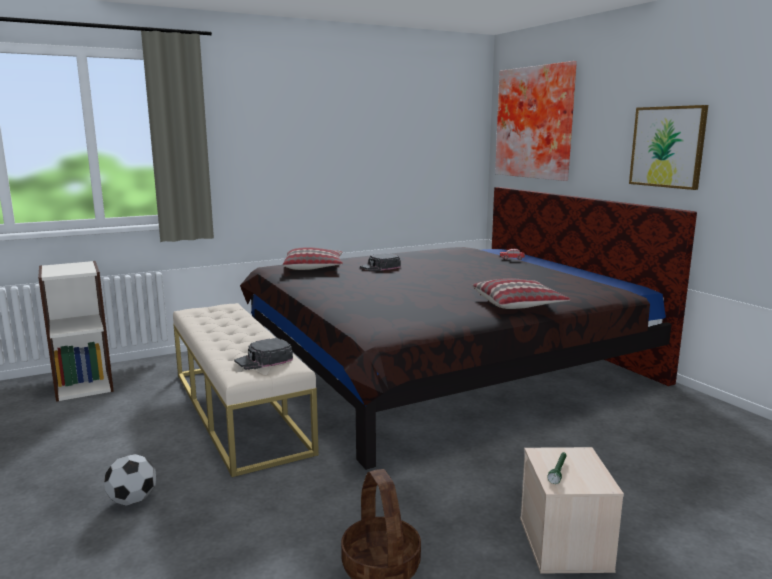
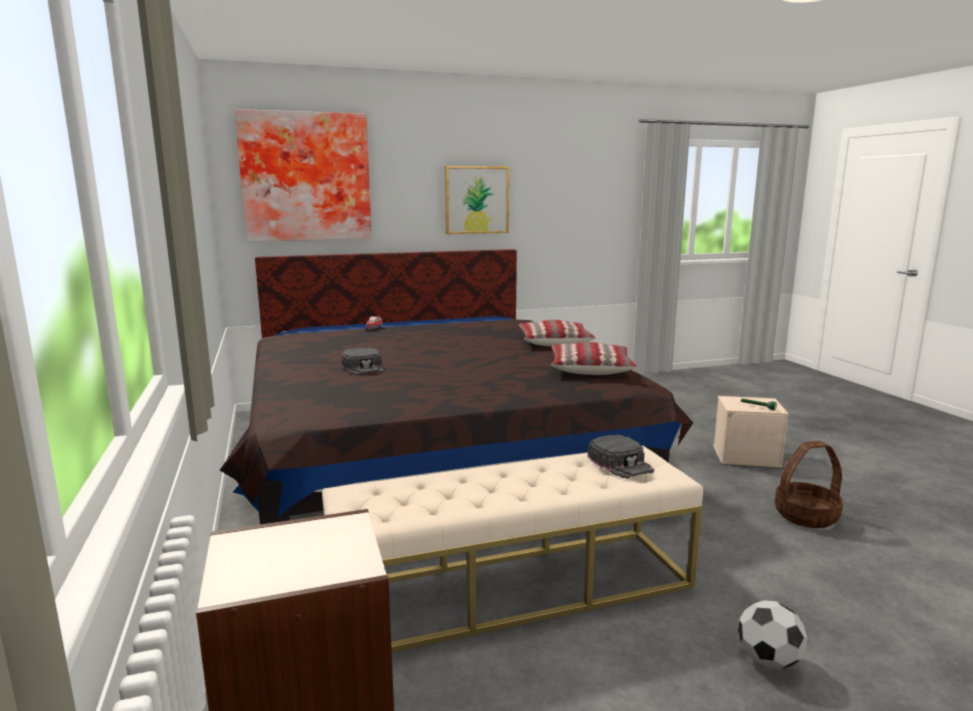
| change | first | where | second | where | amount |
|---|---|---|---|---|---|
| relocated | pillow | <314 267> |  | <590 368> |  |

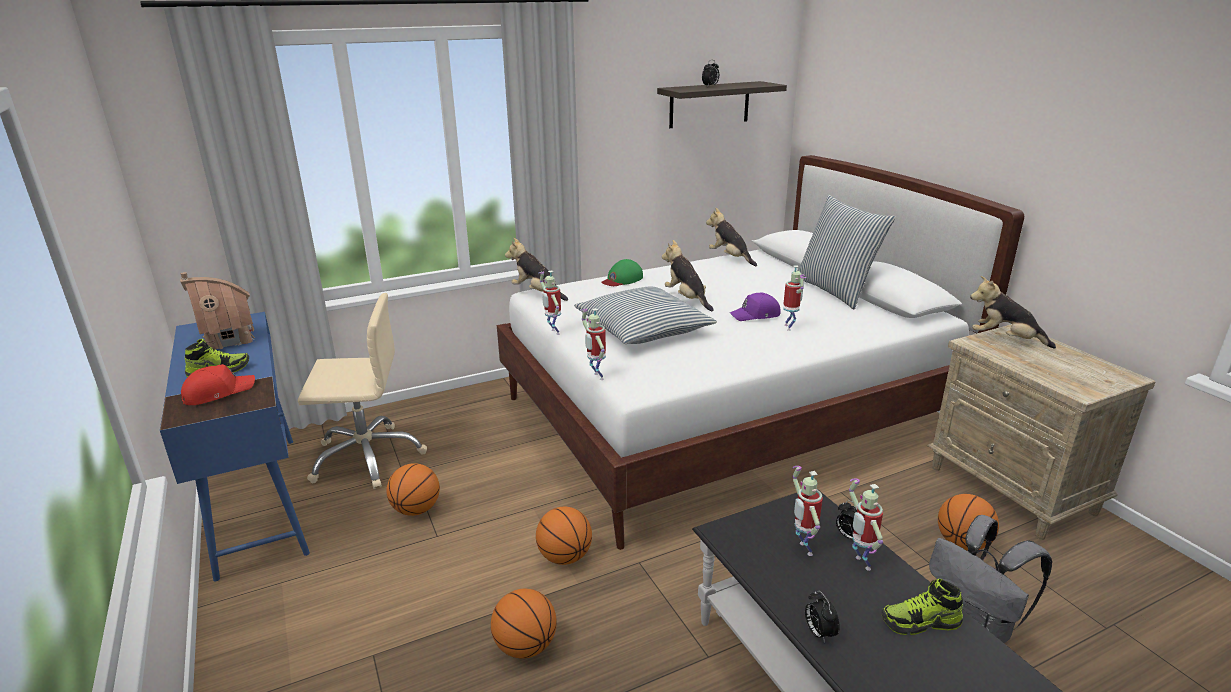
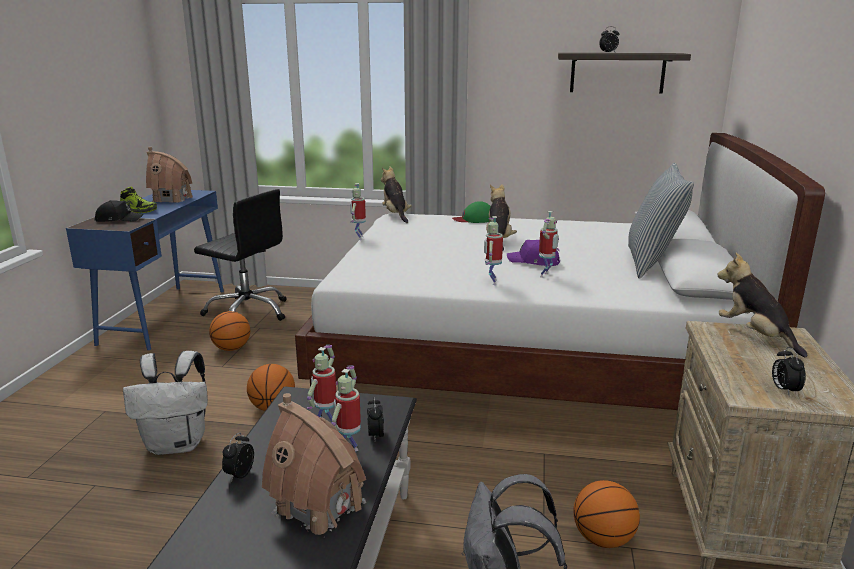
| change | first | where | second | where | amount |
|---|---|---|---|---|---|
| missing | plush toy | <730 258> |  |  |  |
| missing | pillow | <643 329> |  |  |  |
| colour | beige office chair | <367 457> | black office chair | <248 312> |  |
| relocated | toy robot | <596 377> |  | <492 282> |  |
| colour | red cap | <218 392> | black cap | <118 219> |  |
| exchanged | shoe | <920 622> | toy house | <319 506> |  |
| exchanged | basketball | <525 646> | white backpack | <178 444> |  |
| appeared |  |  | alarm clock | <784 390> |  |

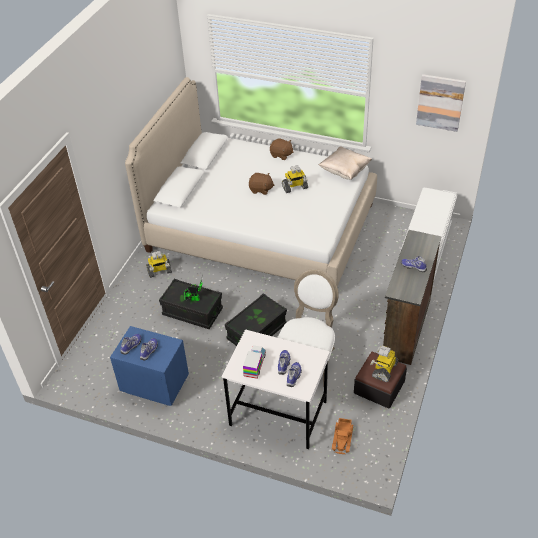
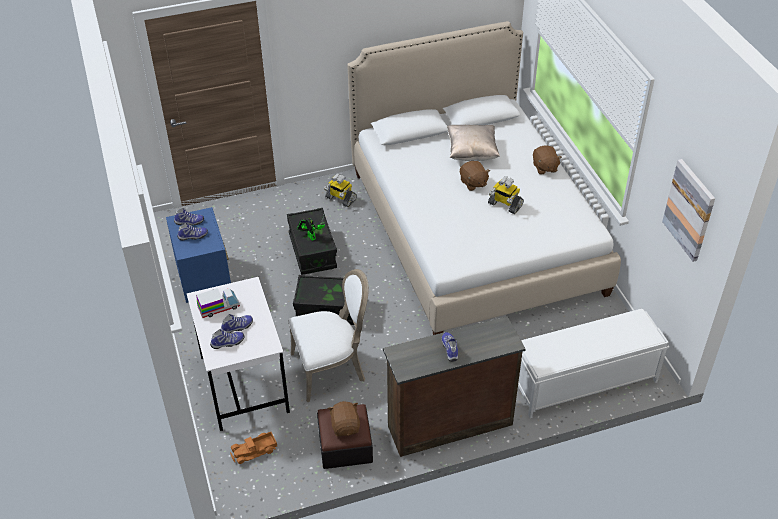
| change | first | where | second | where | amount |
|---|---|---|---|---|---|
| relocated | beige pillow | <344 171> |  | <472 152> |  |
| exchanged | toy robot | <384 369> | brown plush toy | <345 426> |  |

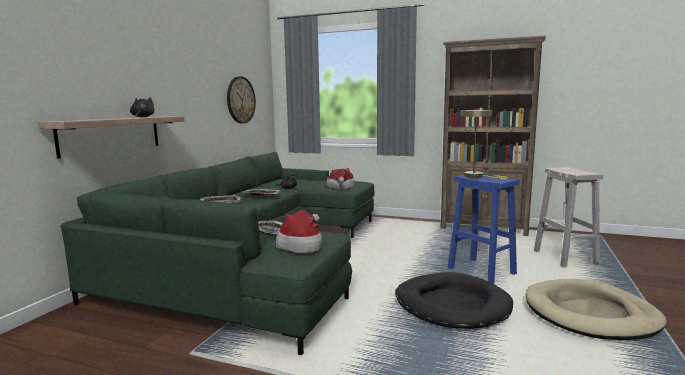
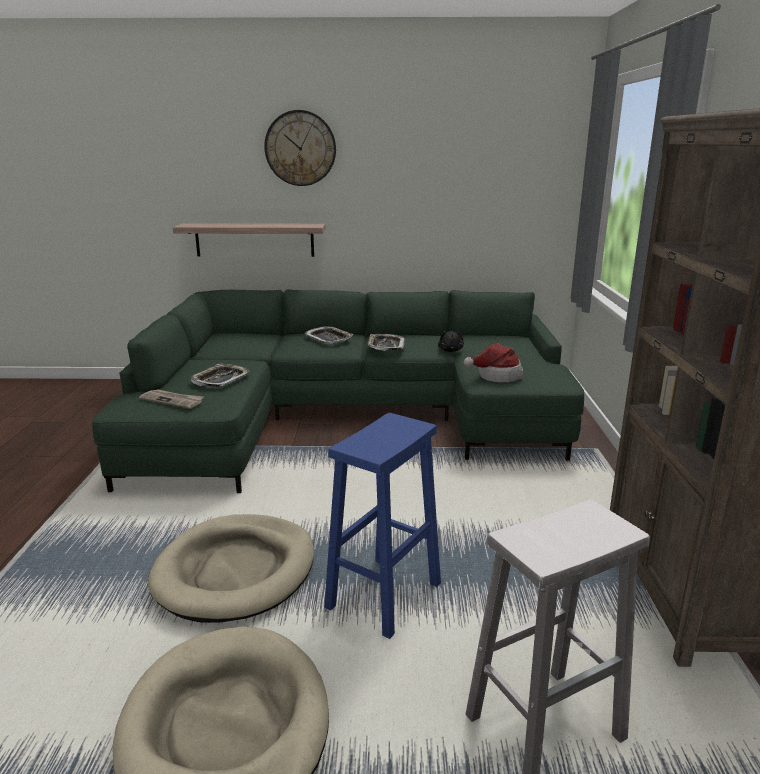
| change | first | where | second | where | amount |
|---|---|---|---|---|---|
| relocated | wall clock | <240 100> |  | <300 148> |  |
| missing | black plush toy | <142 117> |  |  |  |
| missing | beige table lamp | <477 176> |  |  |  |
| exchanged | hat | <302 245> | newspaper | <172 400> |  |
| colour | black dog bed | <451 305> | beige dog bed | <236 571> |  |

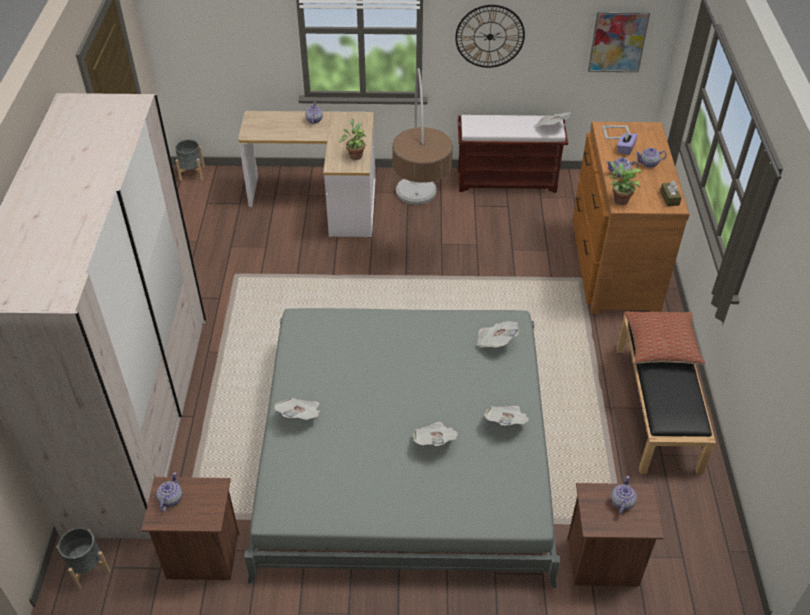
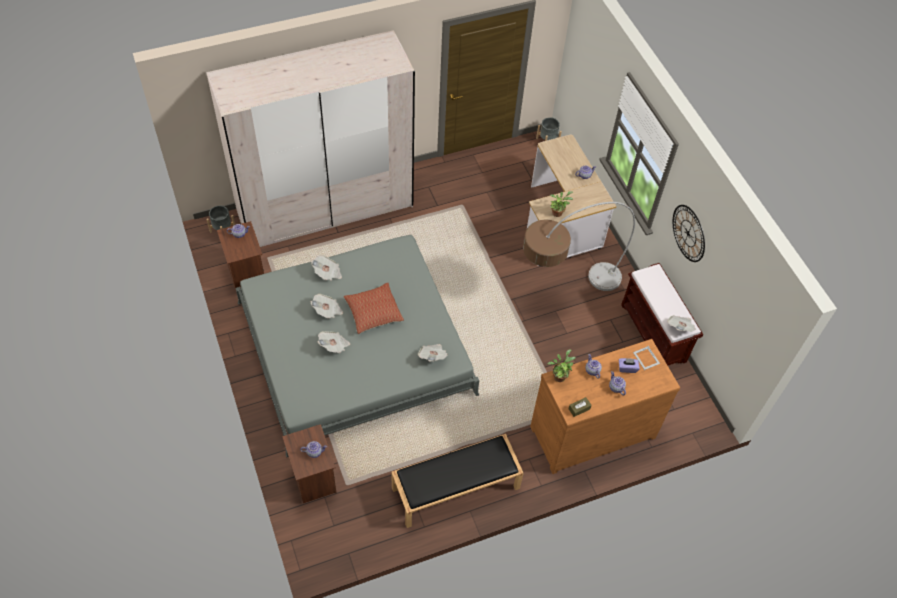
| change | first | where | second | where | amount |
|---|---|---|---|---|---|
| missing | picture | <618 41> |  |  |  |
| relocated | pillow | <661 345> |  | <373 312> |  |
| relocated | newspaper | <506 422> |  | <327 311> |  |

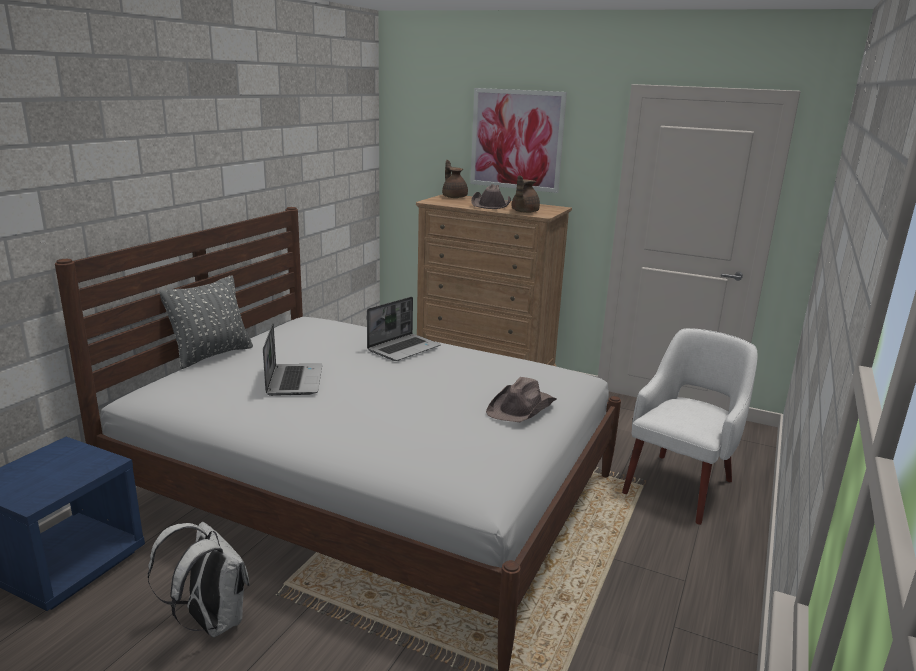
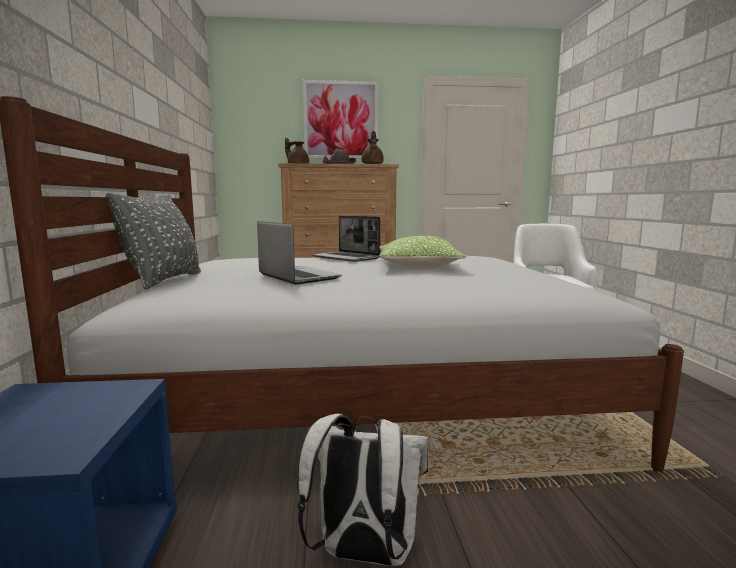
| change | first | where | second | where | amount |
|---|---|---|---|---|---|
| spun | laptop | <404 348> |  | <347 258> | 120 degrees clockwise |
| missing | brown hat | <522 408> |  |  |  |
| appeared |  |  | pillow | <418 266> |  |

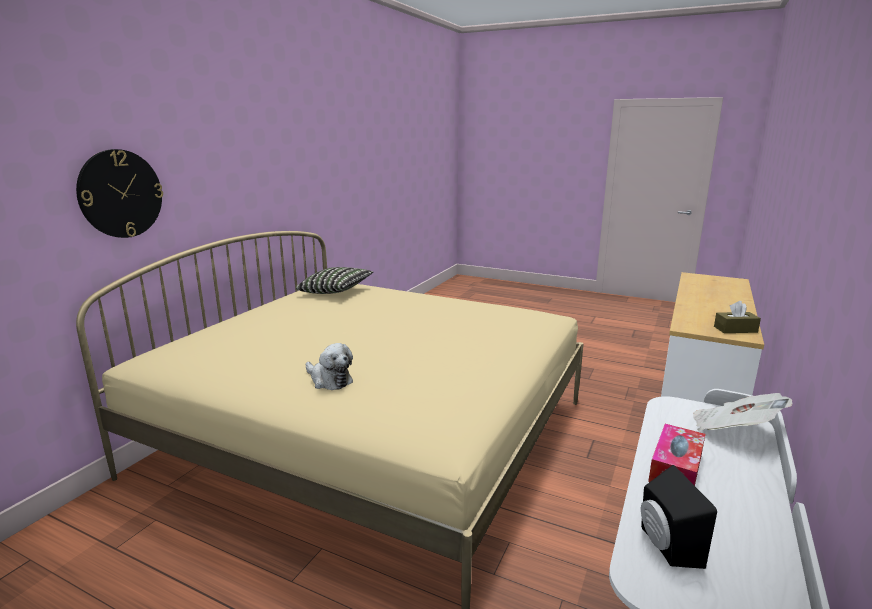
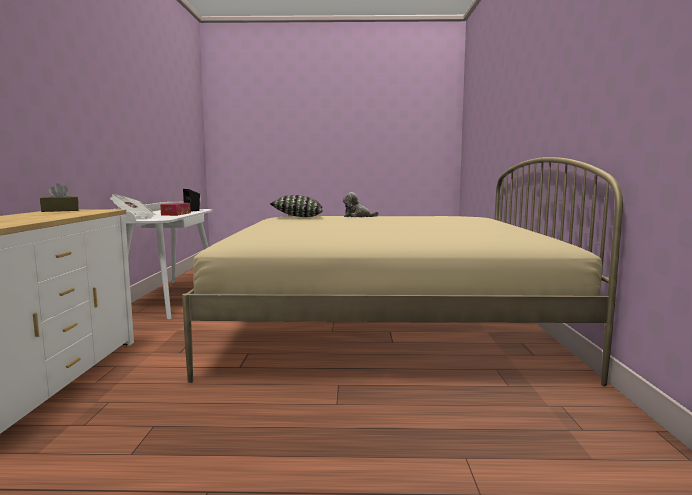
| change | first | where | second | where | amount |
|---|---|---|---|---|---|
| missing | wall clock | <120 194> |  |  |  |
| relocated | pillow | <336 292> |  | <297 217> |  |

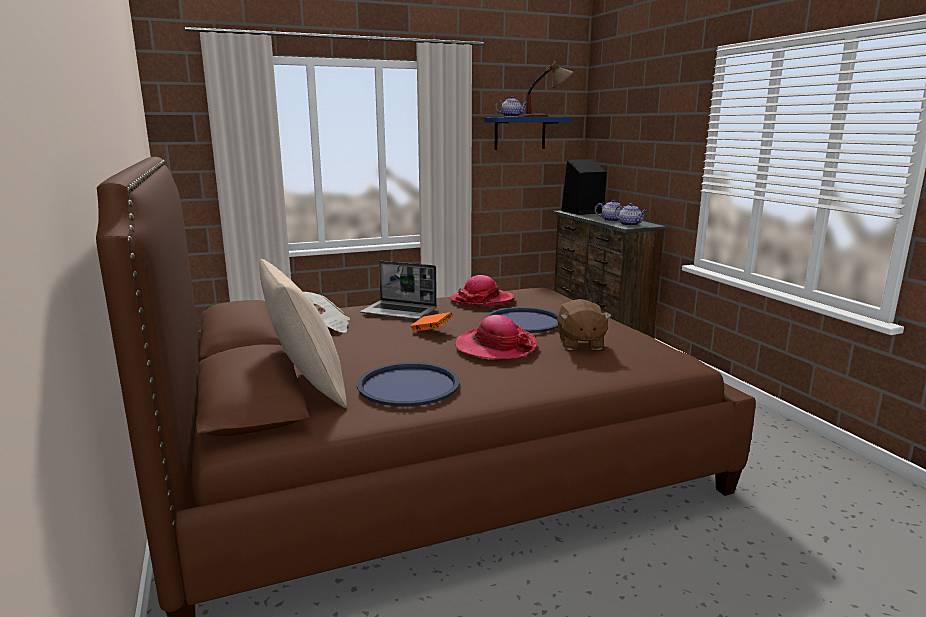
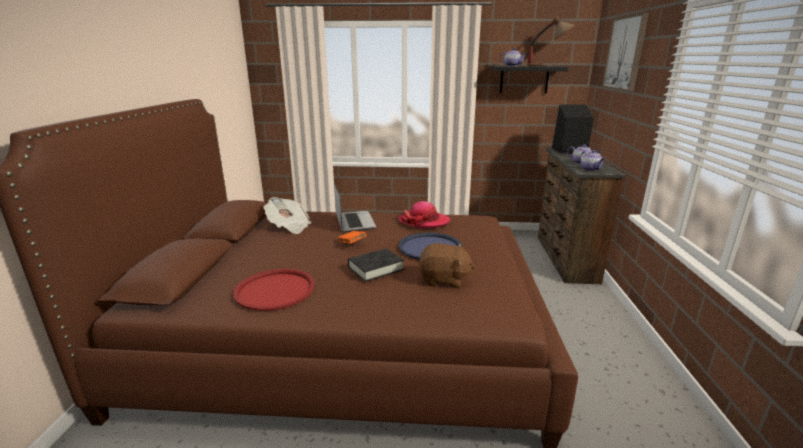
| change | first | where | second | where | amount |
|---|---|---|---|---|---|
| colour | blue shelf | <520 133> | black shelf | <524 79> |  |
| missing | beige pillow | <306 387> |  |  |  |
| spun | laptop | <400 311> |  | <354 222> | 150 degrees counterclockwise |
| spun | brown plush toy | <580 344> |  | <444 279> | 105 degrees counterclockwise |
| exchanged | hat | <496 346> | black book | <376 268> |  |
| colour | blue tray | <408 385> | red tray | <275 290> |  |
| appeared |  |  | picture | <625 53> |  |

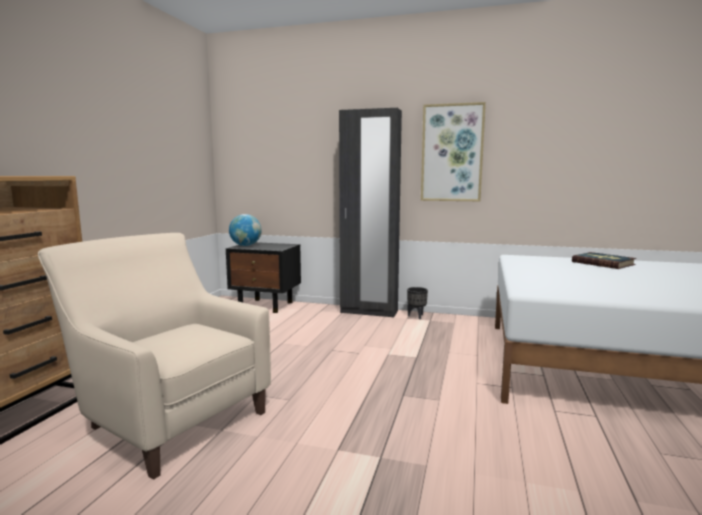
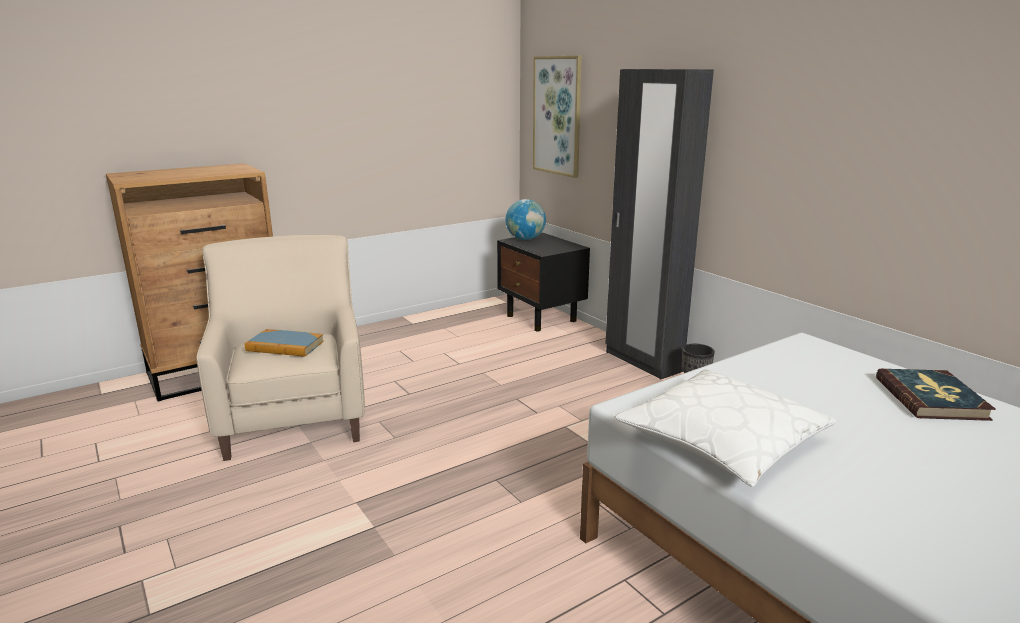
| change | first | where | second | where | amount |
|---|---|---|---|---|---|
| relocated | picture | <452 153> |  | <557 116> |  |
| appeared |  |  | book | <285 346> |  |
| appeared |  |  | white pillow | <722 440> |  |

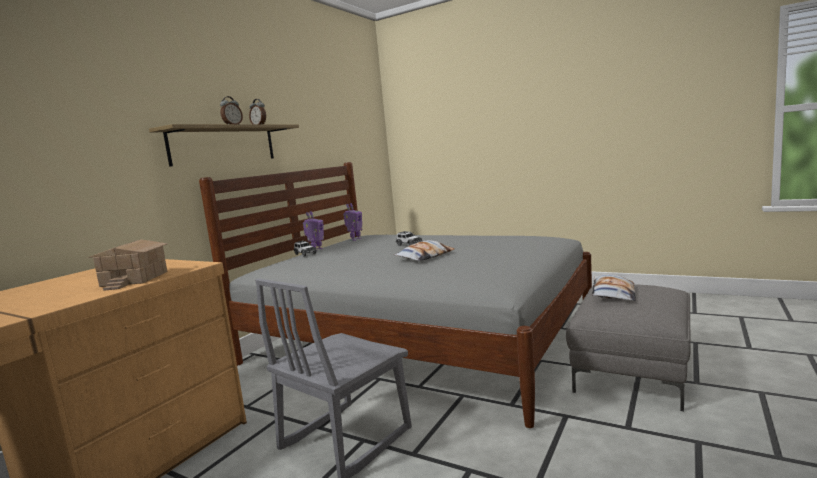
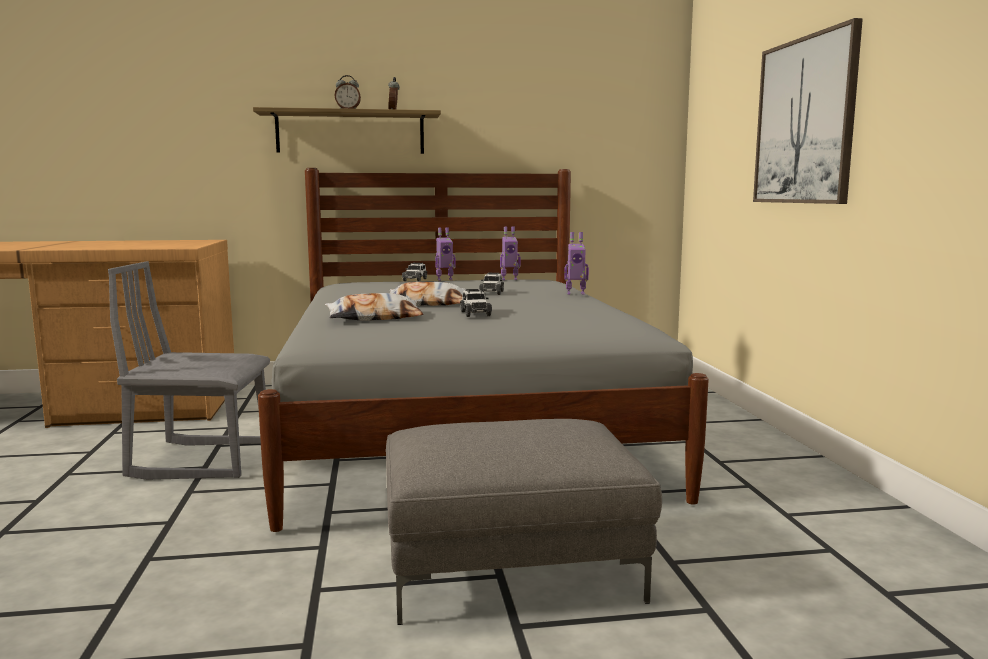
| change | first | where | second | where | amount |
|---|---|---|---|---|---|
| missing | toy house | <133 279> |  |  |  |
| relocated | pillow | <612 293> |  | <374 317> |  |
| appeared |  |  | picture | <804 121> |  |
| appeared |  |  | toy robot | <575 293> |  |
| appeared |  |  | toy car | <475 313> |  |

